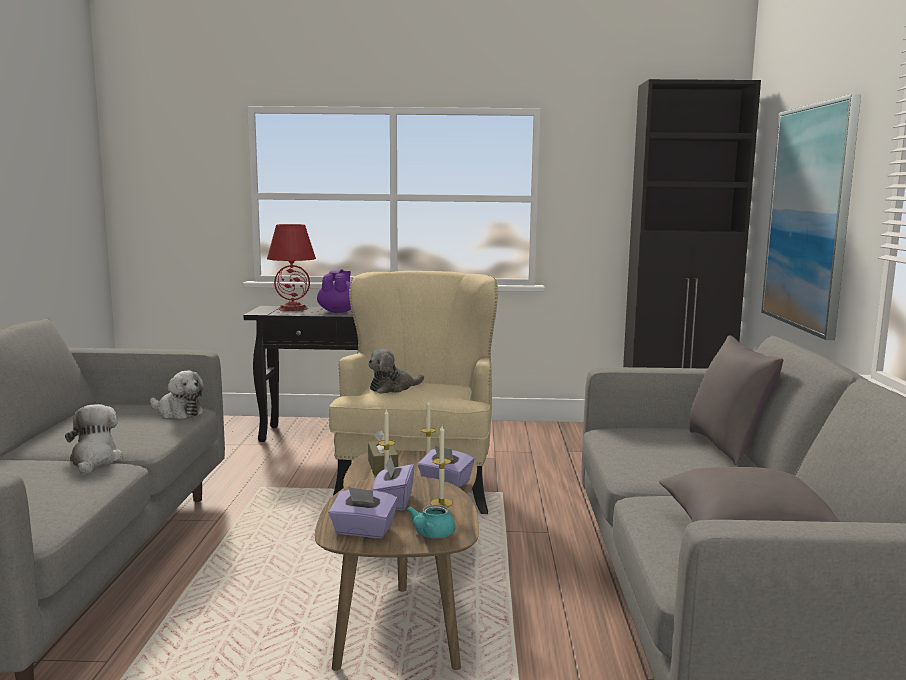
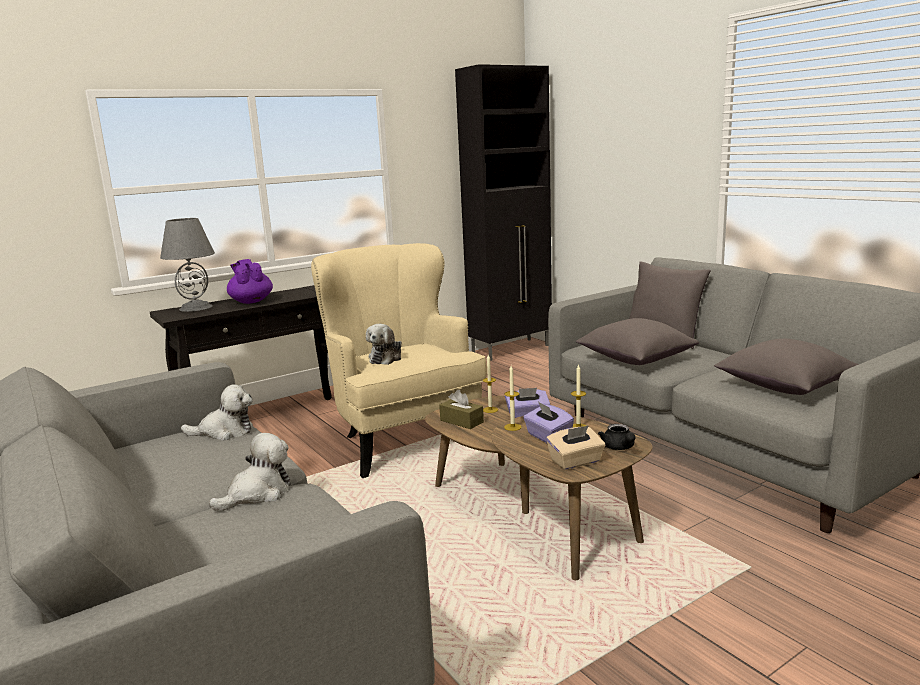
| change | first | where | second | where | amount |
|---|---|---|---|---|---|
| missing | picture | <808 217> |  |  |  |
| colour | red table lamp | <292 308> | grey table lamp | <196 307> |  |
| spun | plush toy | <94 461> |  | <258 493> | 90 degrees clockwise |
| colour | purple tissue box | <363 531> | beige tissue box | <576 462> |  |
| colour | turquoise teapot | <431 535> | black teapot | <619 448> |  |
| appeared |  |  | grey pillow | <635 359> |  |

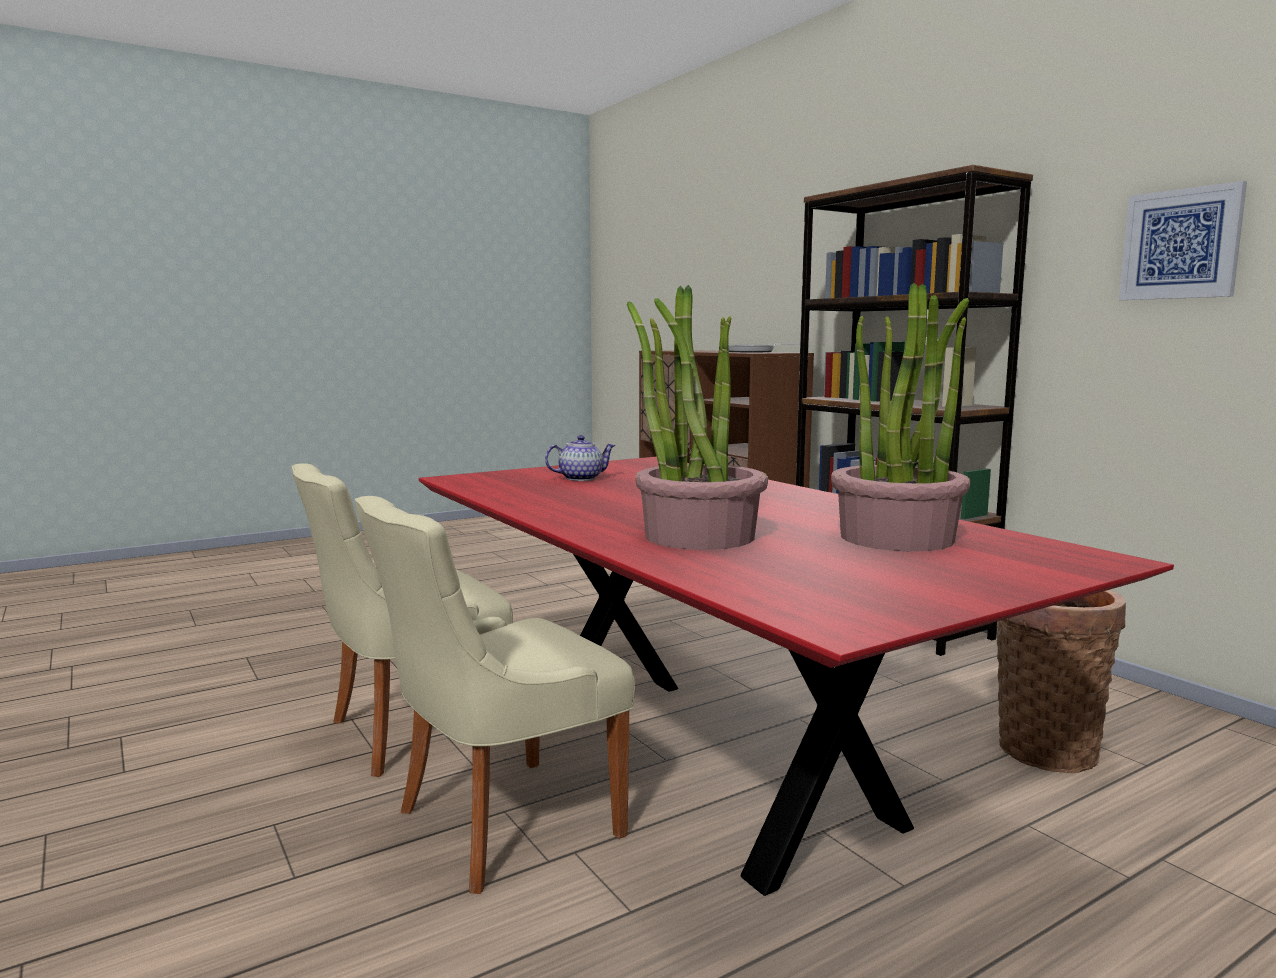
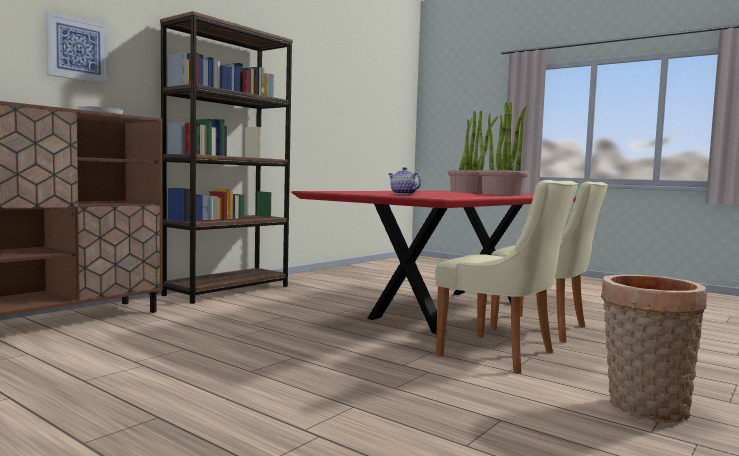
| change | first | where | second | where | amount |
|---|---|---|---|---|---|
| relocated | picture | <1181 244> |  | <77 49> |  |
| relocated | basket | <1045 747> |  | <643 409> |  |

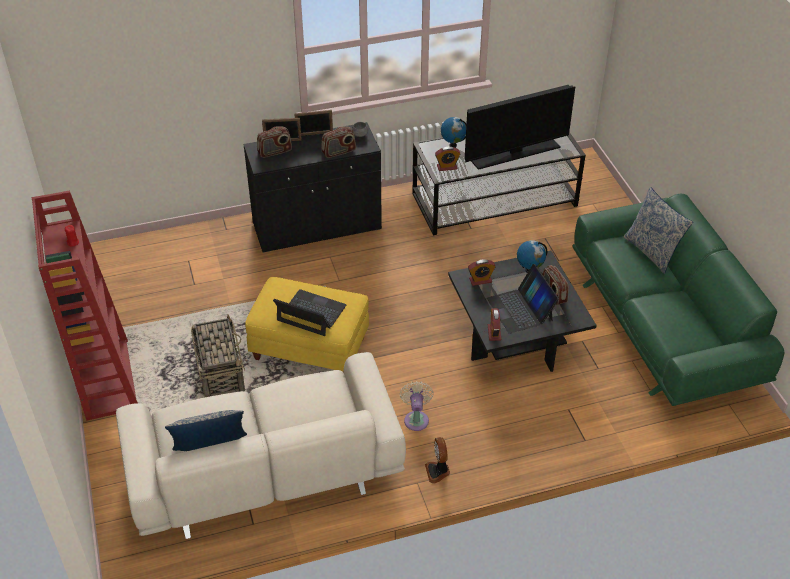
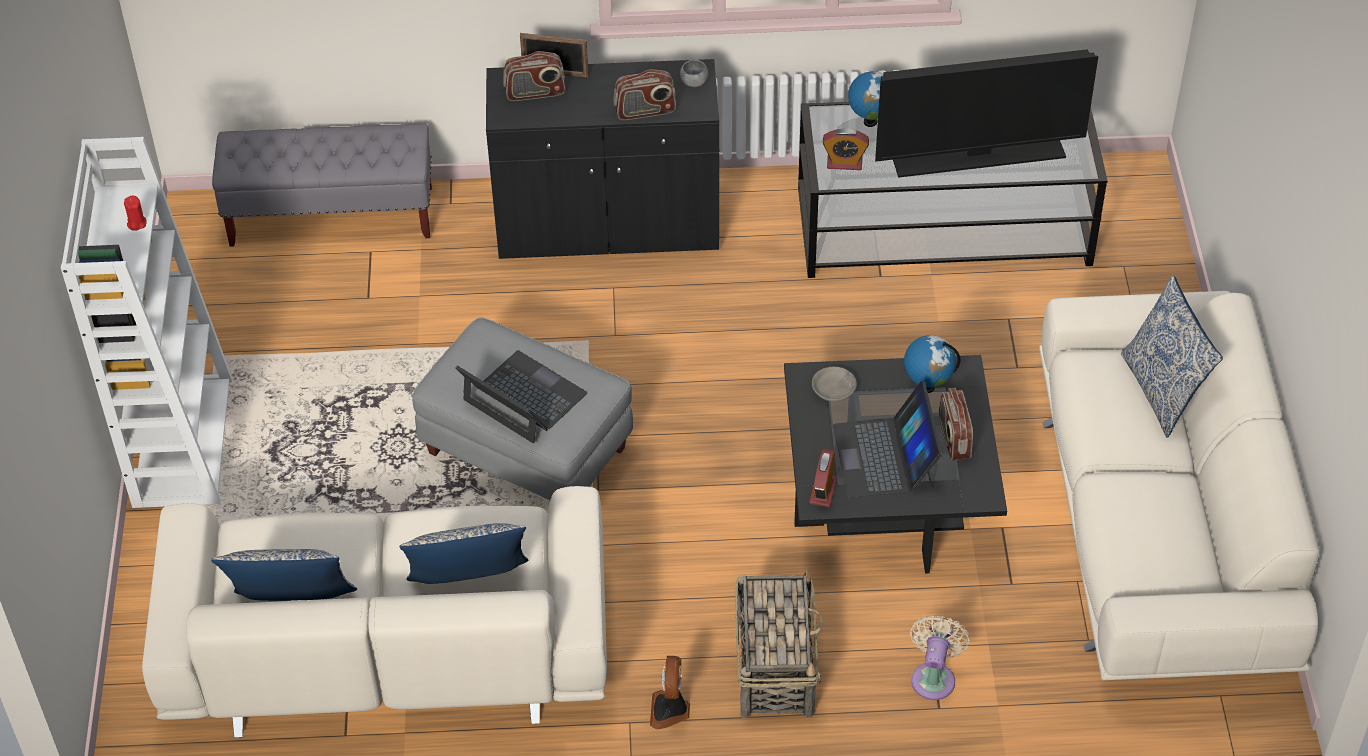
| change | first | where | second | where | amount |
|---|---|---|---|---|---|
| missing | picture frame | <314 134> |  |  |  |
| colour | red bookcase | <106 378> | white bookcase | <181 440> |  |
| colour | green sofa | <663 327> | beige sofa | <1160 530> |  |
| exchanged | alarm clock | <480 280> | grey bowl | <834 389> |  |
| colour | yellow ottoman | <310 349> | grey ottoman | <526 452> |  |
| relocated | basket | <220 371> |  | <775 666> |  |
| relocated | beige fan | <416 418> |  | <934 677> |  |
| appeared |  |  | grey bench | <332 217> |  |
| appeared |  |  | pillow | <470 587> |  |

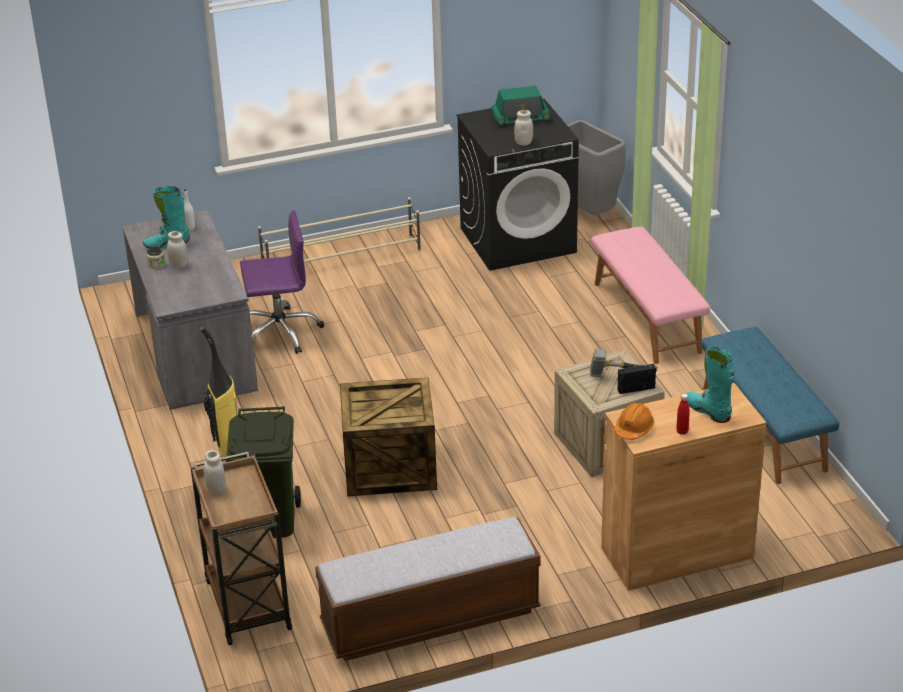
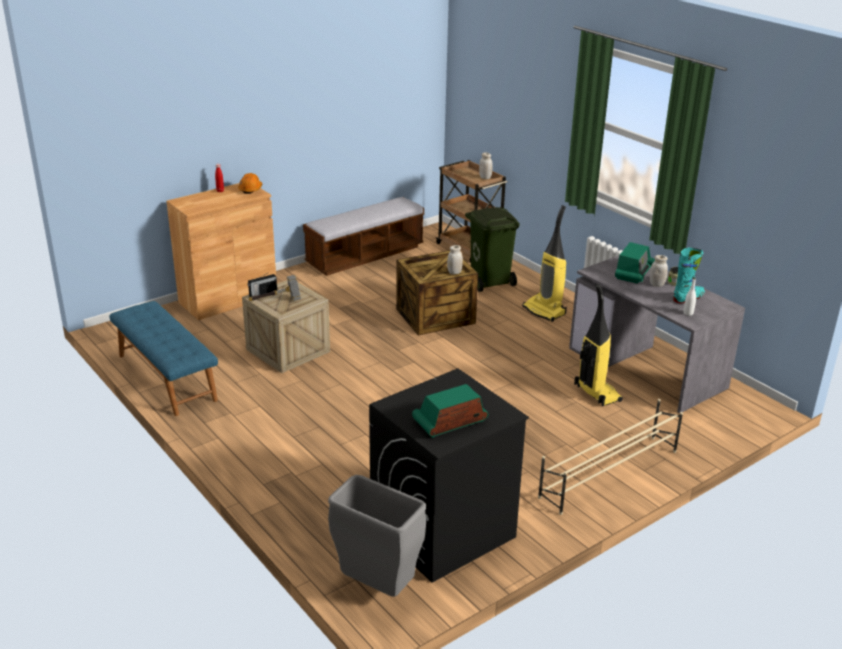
| change | first | where | second | where | amount |
|---|---|---|---|---|---|
| relocated | white jar | <523 143> |  | <454 272> |  |
| exchanged | purple office chair | <280 332> | vacuum cleaner | <596 393> |  |
| missing | pink bench | <647 317> |  |  |  |
| missing | turquoise boot | <708 411> |  |  |  |
| appeared |  |  | radio | <634 273> |  |

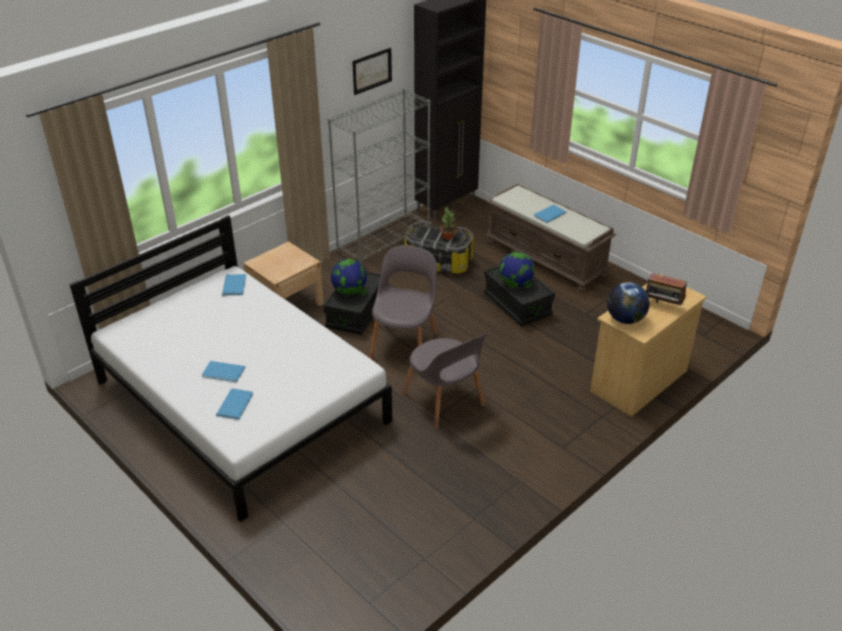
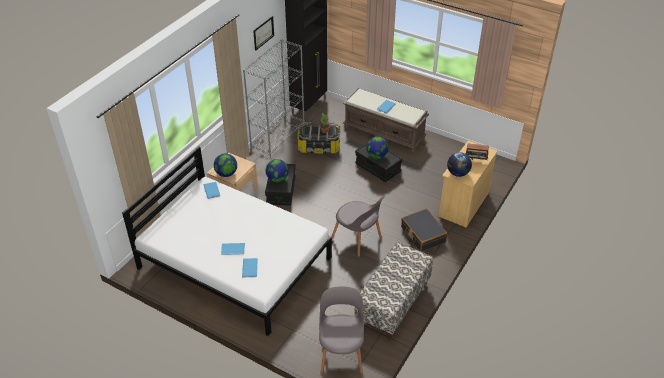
| change | first | where | second | where | amount |
|---|---|---|---|---|---|
| relocated | grey chair | <404 343> |  | <341 353> |  |
| appeared |  |  | globe | <226 174> |  |
| appeared |  |  | black suitcase | <422 235> |  |
| appeared |  |  | bench | <393 304> |  |

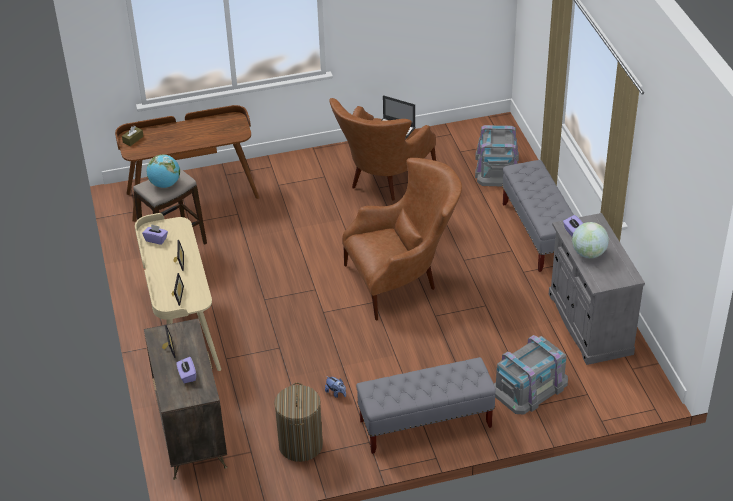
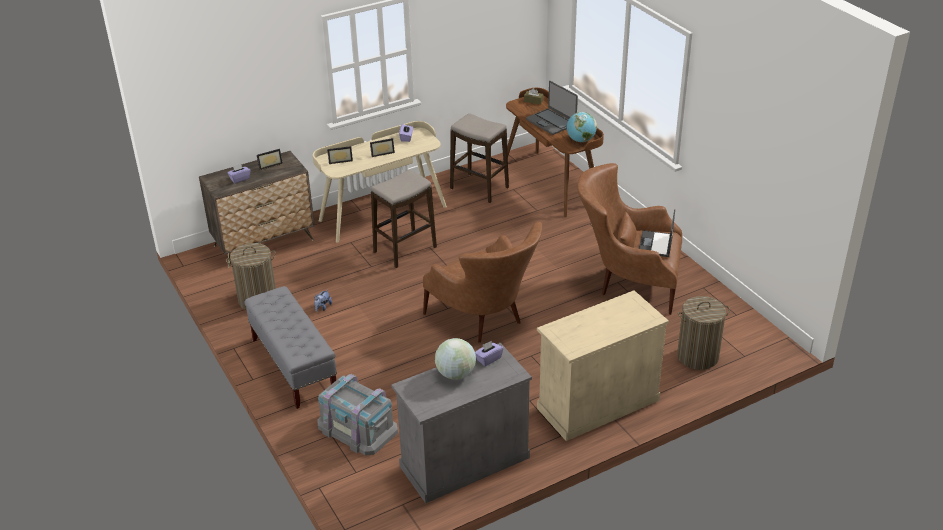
| change | first | where | second | where | amount |
|---|---|---|---|---|---|
| exchanged | grey storage box | <496 167> | laundry basket | <697 356> |  |
| relocated | globe | <165 184> |  | <580 140> |  |
| exchanged | grey bench | <539 234> | beige cabinet | <597 404> |  |
| appeared |  |  | laptop | <551 122> |  |
| appeared |  |  | stool | <405 250> |  |

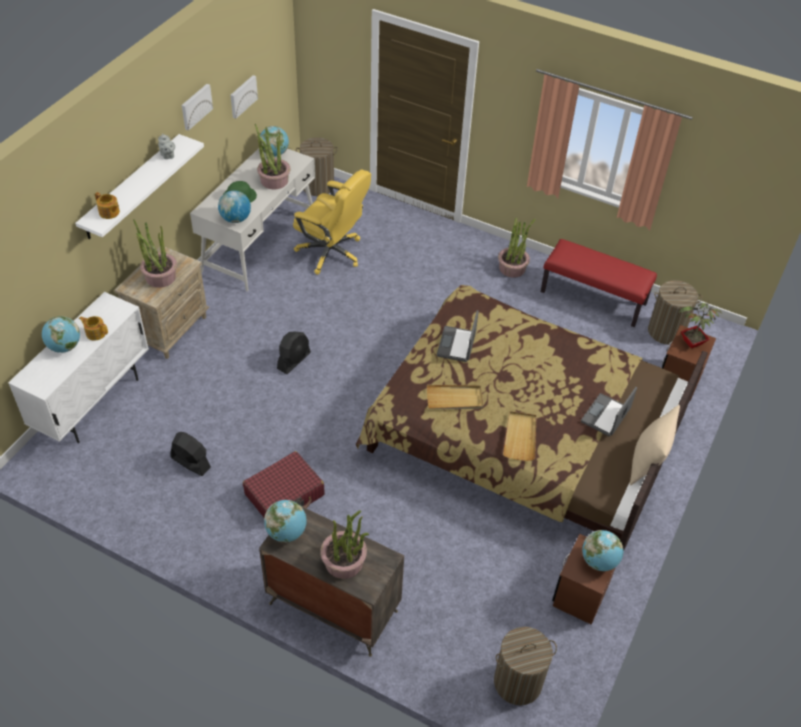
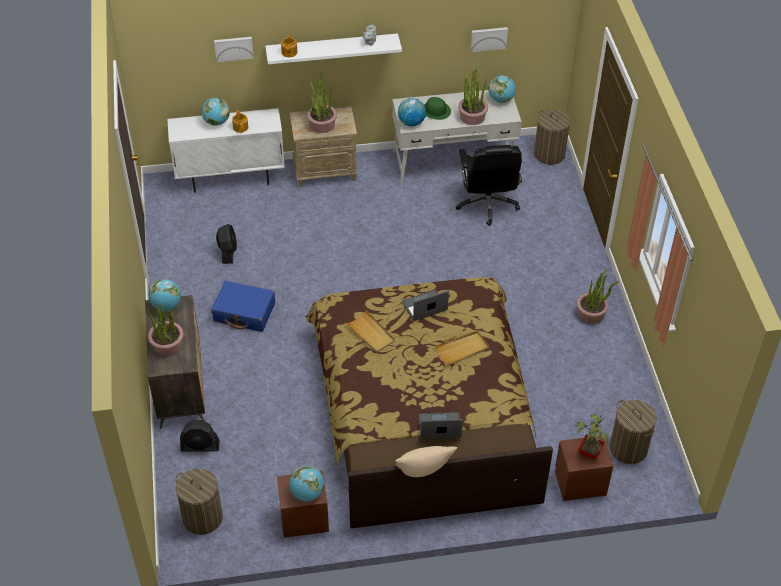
| change | first | where | second | where | amount |
|---|---|---|---|---|---|
| relocated | picture | <195 106> |  | <233 48> |  |
| colour | yellow office chair | <331 253> | black office chair | <487 204> |  |
| missing | red bench | <593 298> |  |  |  |
| relocated | black fan | <294 360> |  | <200 446> |  |
| relocated | beige tray | <520 437> |  | <462 349> |  |
| colour | red suitcase | <285 495> | blue suitcase | <244 312> |  |

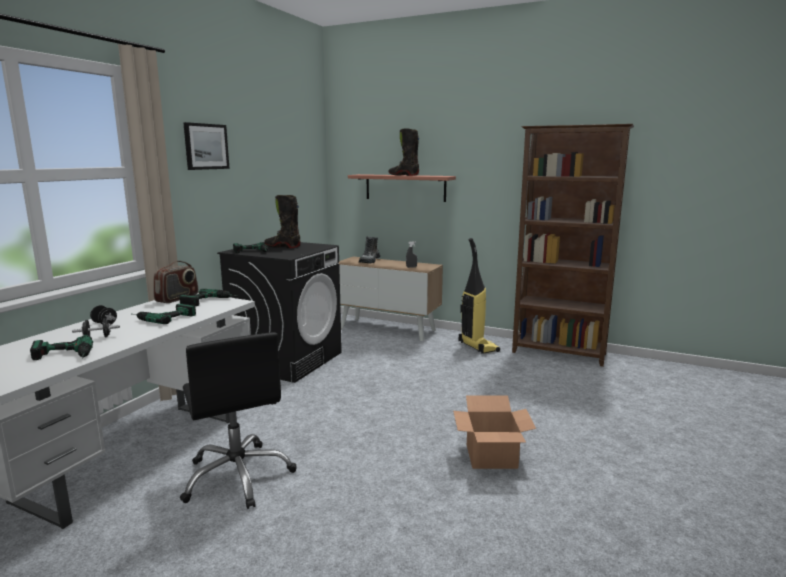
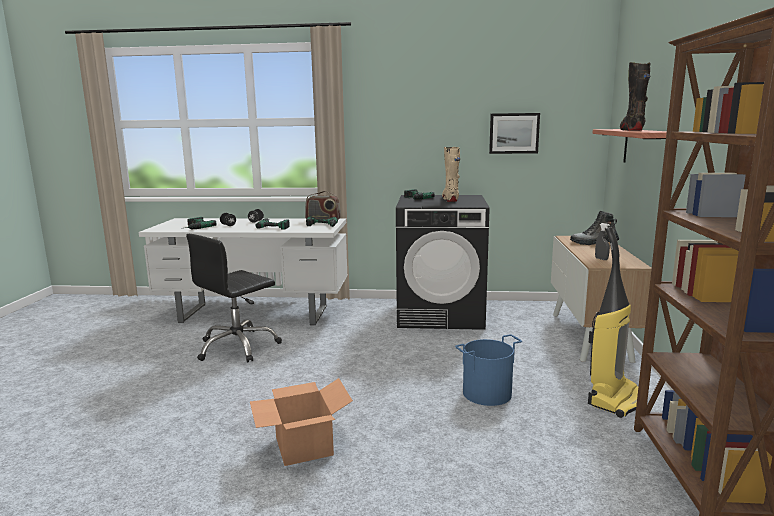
| change | first | where | second | where | amount |
|---|---|---|---|---|---|
| relocated | picture | <206 146> |  | <514 133> |  |
| colour | black boot | <283 246> | beige boot | <450 200> |  |
| appeared |  |  | blue bucket | <487 393> |  |

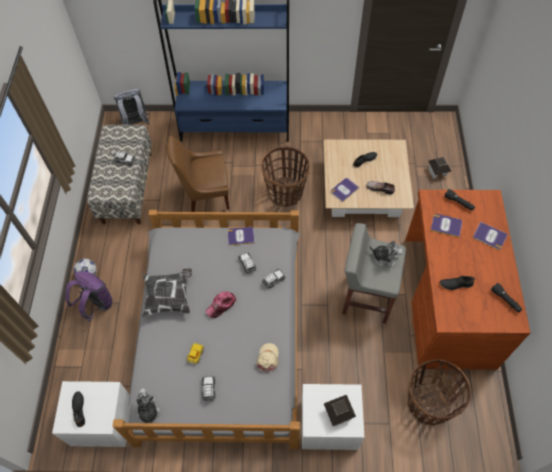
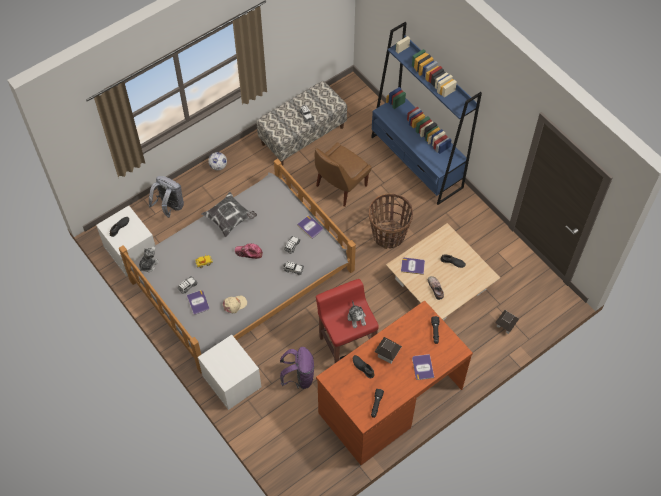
| change | first | where | second | where | amount |
|---|---|---|---|---|---|
| relocated | grey backpack | <136 123> |  | <169 207> |  |
| spun | brown chair | <205 195> |  | <340 187> | 90 degrees counterclockwise |
| relocated | book | <446 225> |  | <198 302> |  |
| colour | grey stool | <366 297> | red stool | <346 345> |  |
| relocated | purple backpack | <96 305> |  | <299 377> |  |
| missing | basket | <428 404> |  |  |  |
| relocated | toy house | <338 413> |  | <387 353> |  |

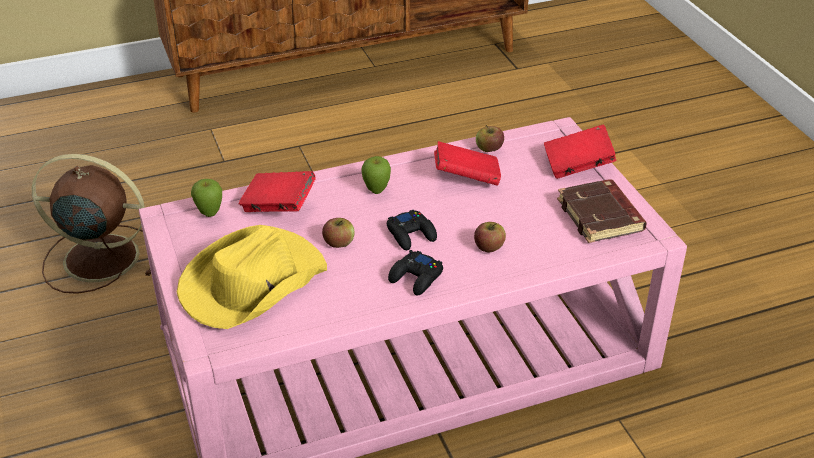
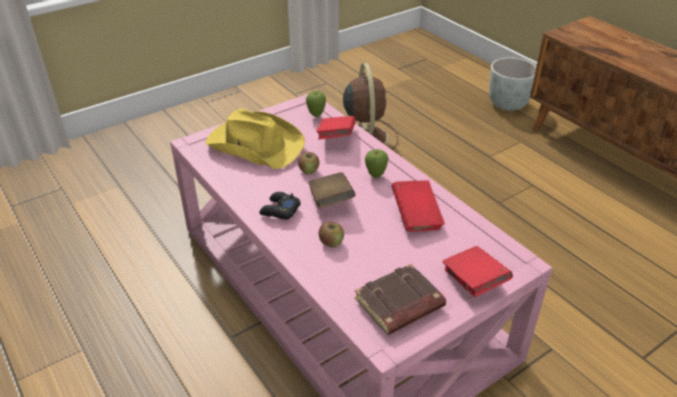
| change | first | where | second | where | amount |
|---|---|---|---|---|---|
| missing | apple | <489 149> |  |  |  |
| exchanged | black game controller | <411 234> | brown book | <331 201> |  |
| appeared |  |  | grey planter | <507 104> |  |

